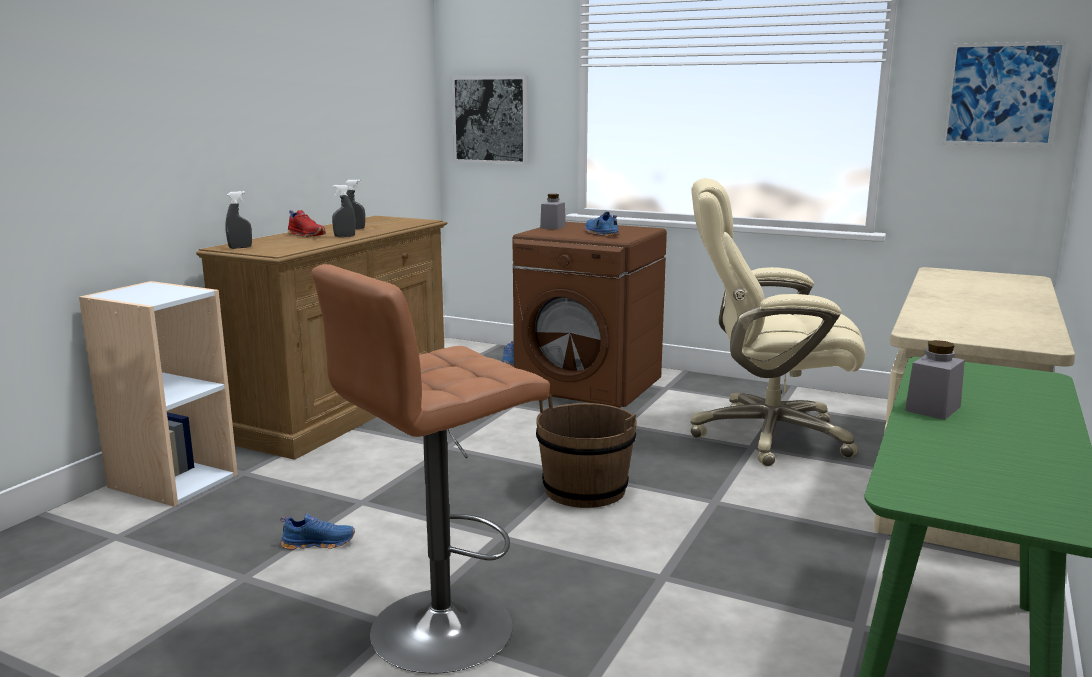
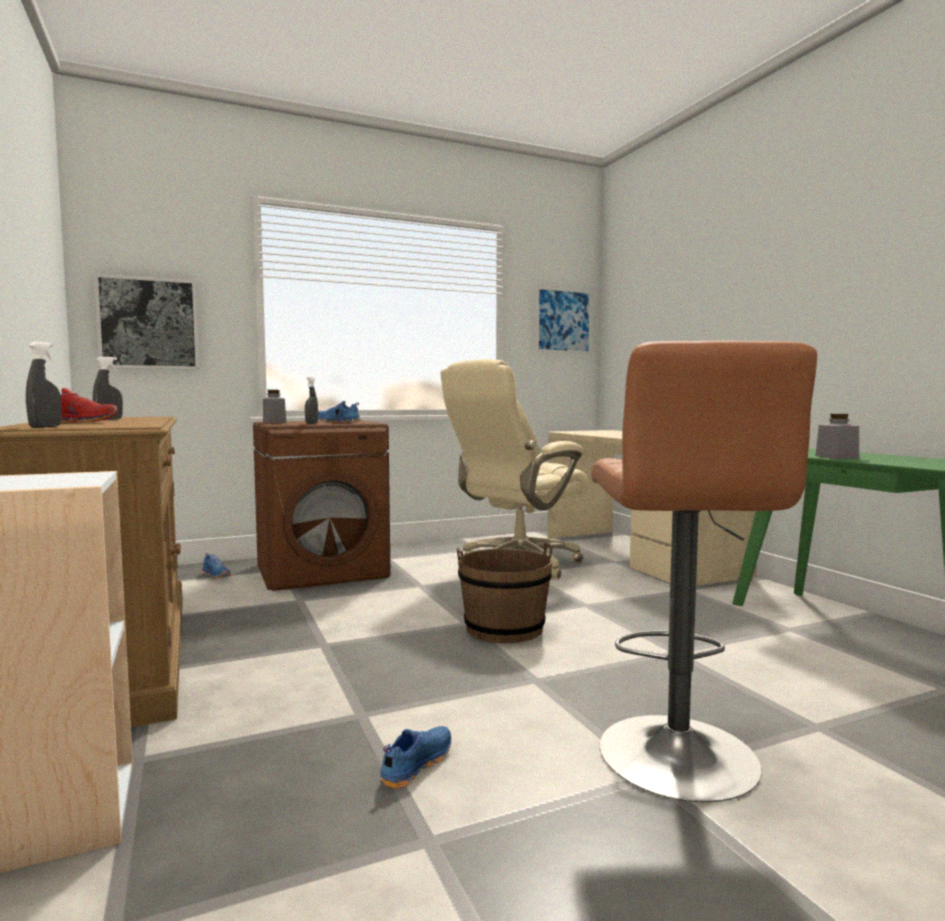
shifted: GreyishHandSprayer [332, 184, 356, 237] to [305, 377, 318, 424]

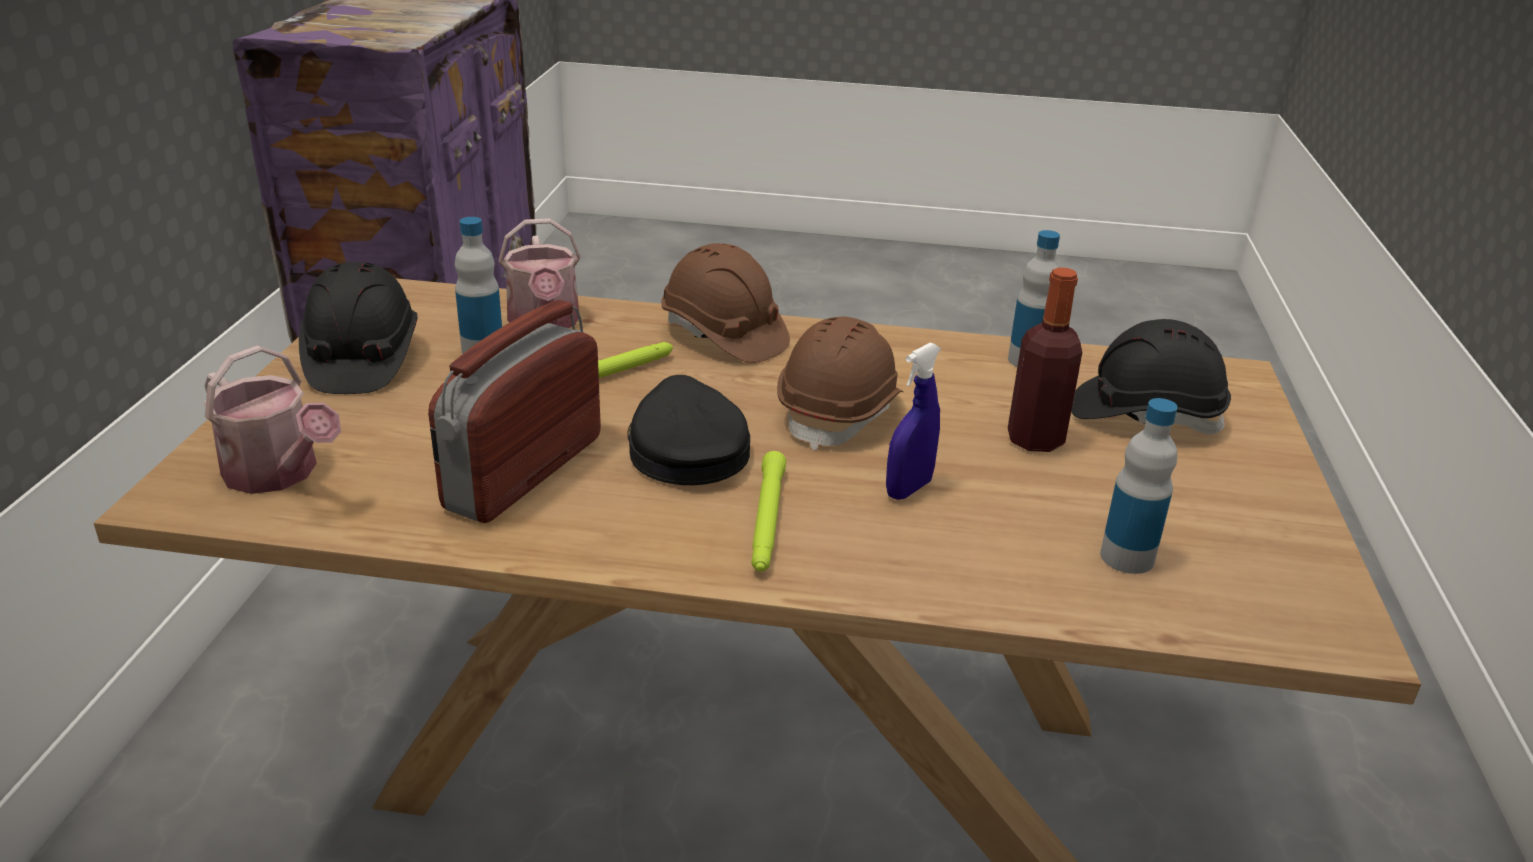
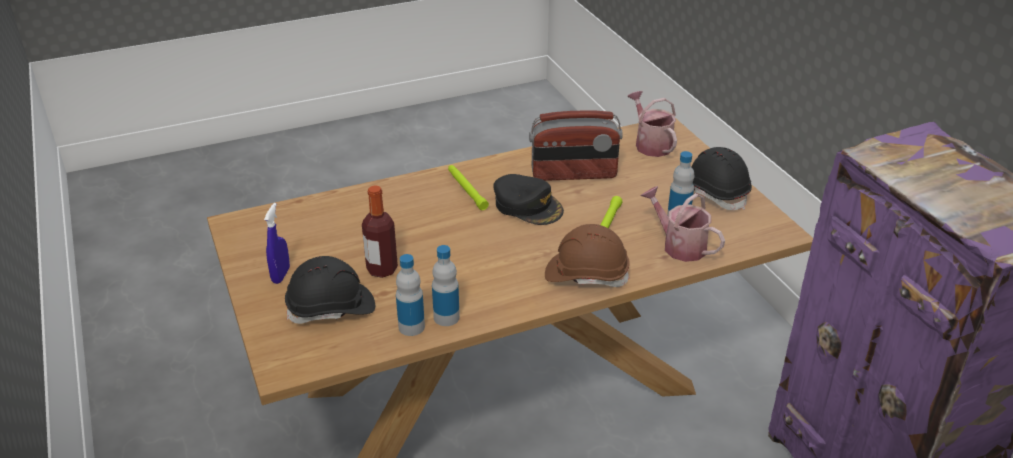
gone: BrownWorkHelmet [777, 317, 904, 451]
shifted: BluishHandSprayer [886, 343, 941, 500] to [264, 203, 290, 284]; BeverageBottle [1100, 398, 1178, 574] to [432, 245, 460, 326]
rotated: WateringCan [204, 345, 341, 494] = [628, 91, 677, 157] 60 degrees clockwise; RadioSet [428, 300, 601, 523] = [529, 110, 623, 181] 90 degrees clockwise

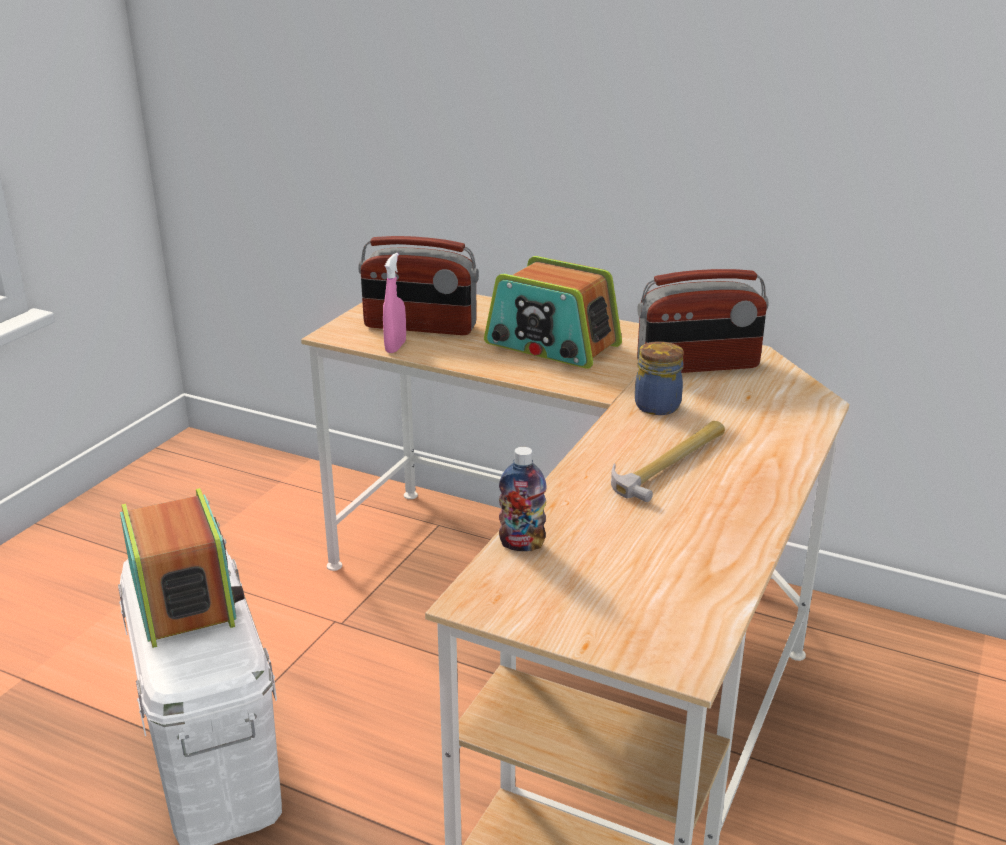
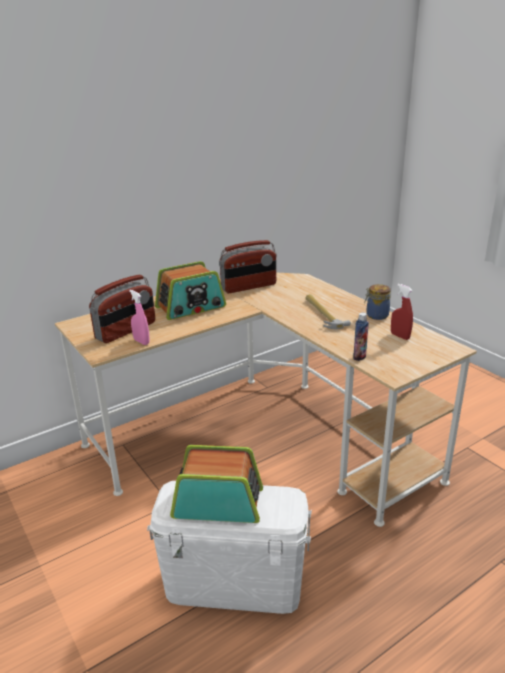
new: ReddishHandSprayer [391, 284, 413, 340]
shifted: Jar [635, 341, 684, 415] to [364, 284, 391, 320]
rotated: RadioSet [637, 269, 768, 373] = [219, 240, 277, 293] 45 degrees clockwise

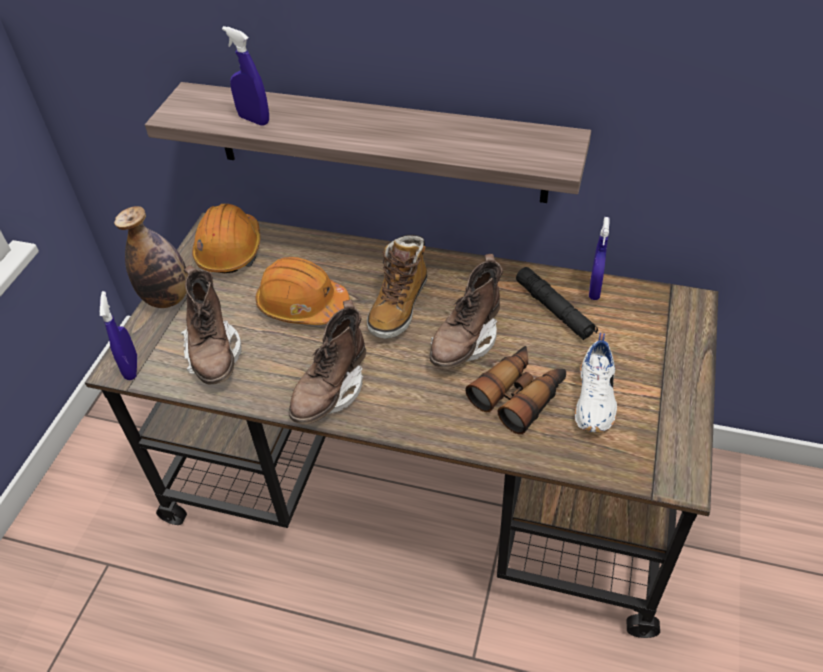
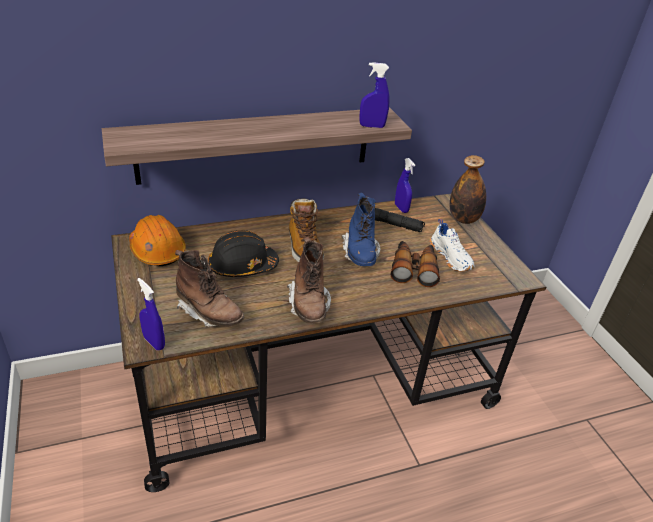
shifted: BeverageBottle [114, 206, 188, 308] to [450, 155, 486, 224]; BluishHandSprayer [222, 26, 269, 126] to [360, 62, 390, 128]
repainted: OrangeColouredWorkHelmet [255, 257, 350, 325] to BlackWorkHelmet [208, 230, 279, 277]; BrownTallBoot [430, 254, 503, 369] to BluishTallBoot [341, 192, 380, 266]

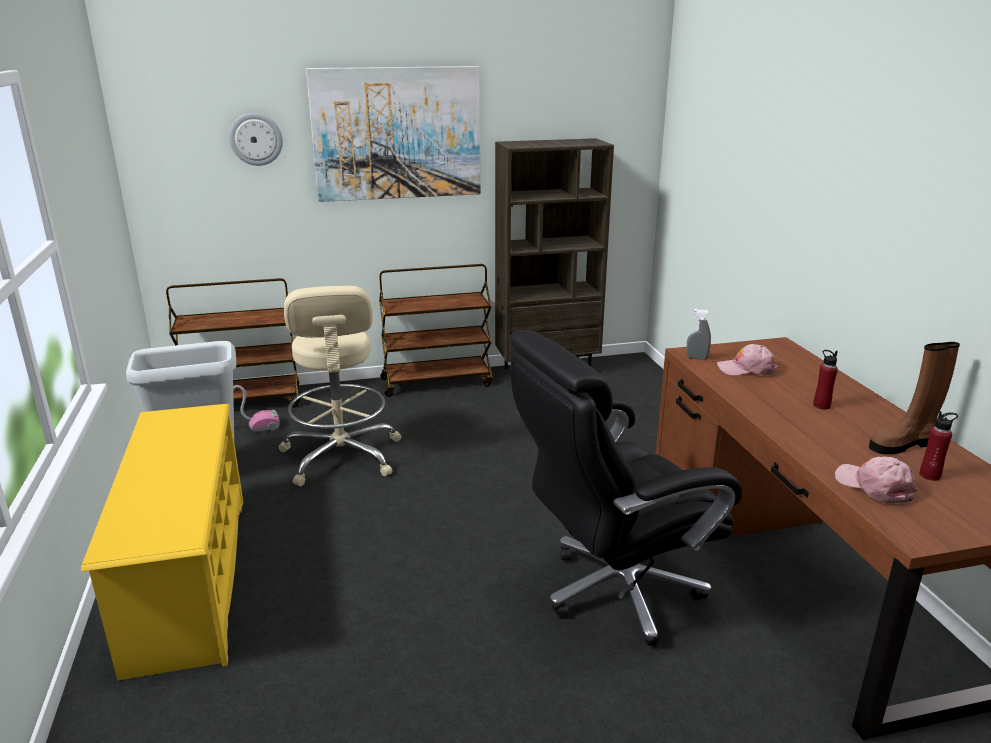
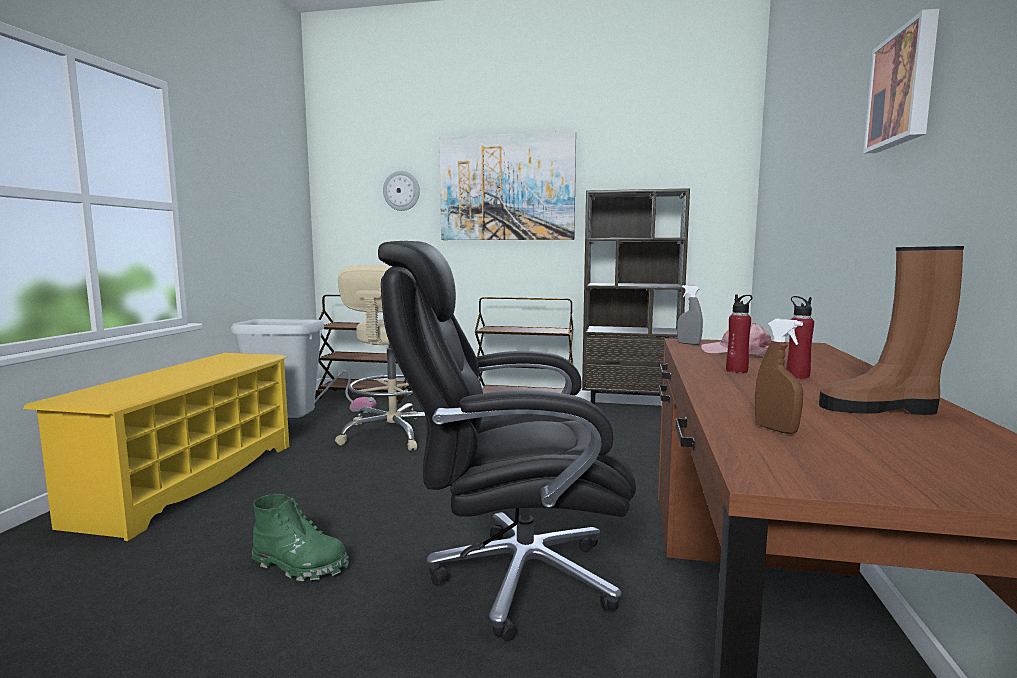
new: GreenColouredTallBoot [252, 494, 349, 581]; WallPicture [863, 9, 939, 153]
shifted: ReddishBeverageBottle [919, 411, 958, 481] to [726, 294, 753, 373]
swapped: PinkishBaseballCap [835, 457, 917, 504] to BrownHandSprayer [755, 319, 803, 434]

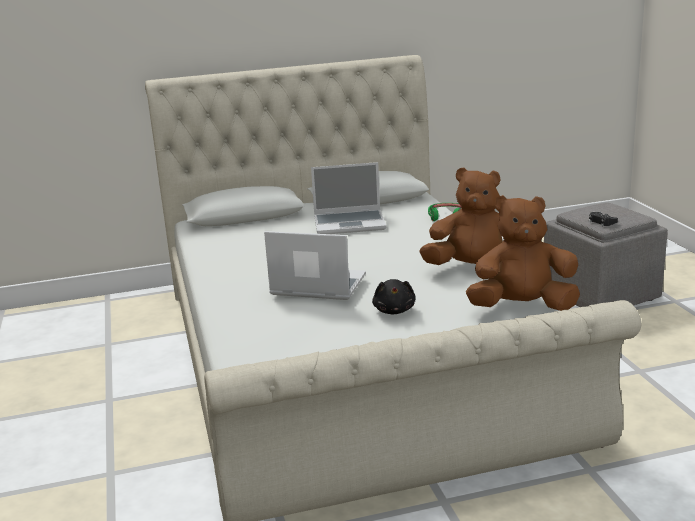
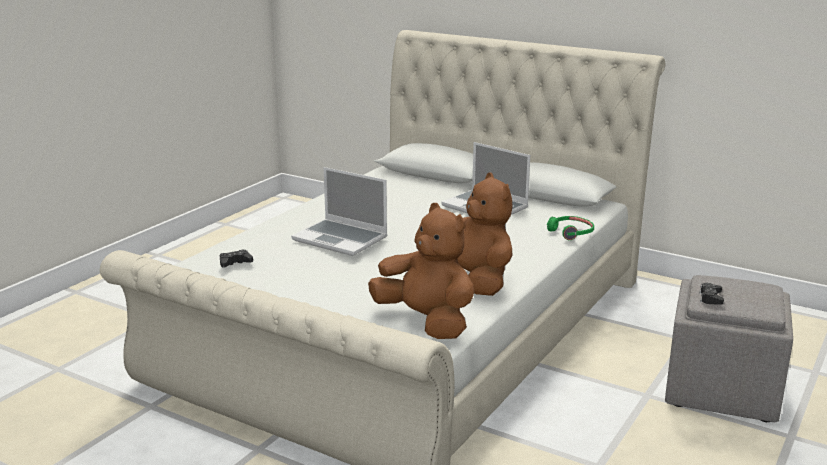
gone: BlackPlushToy [372, 279, 416, 315]
new: BlackGameController [220, 250, 253, 268]
rotated: PortableComputer [264, 231, 366, 300] = [291, 167, 388, 256] 150 degrees clockwise

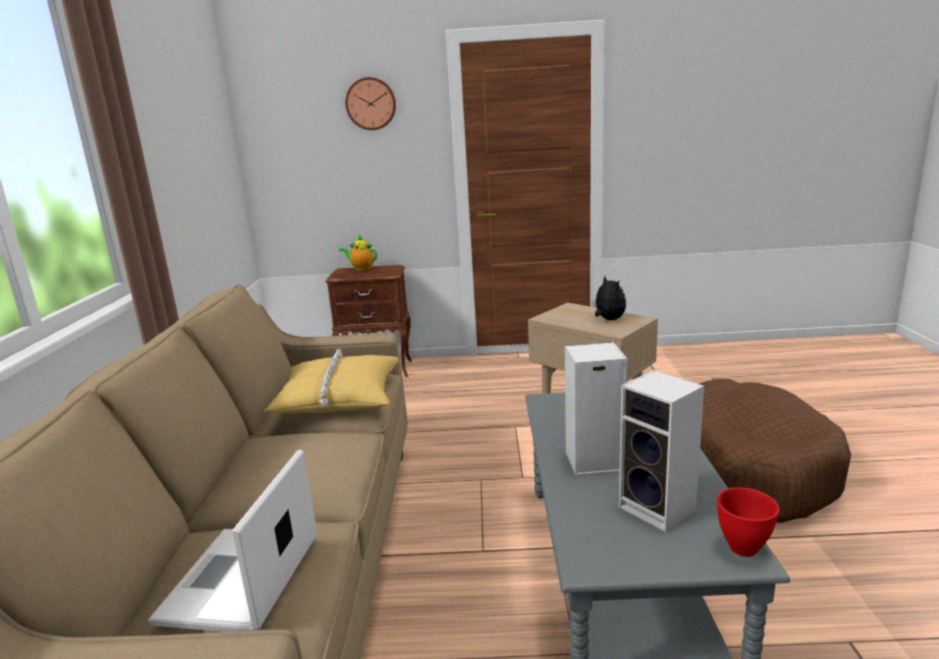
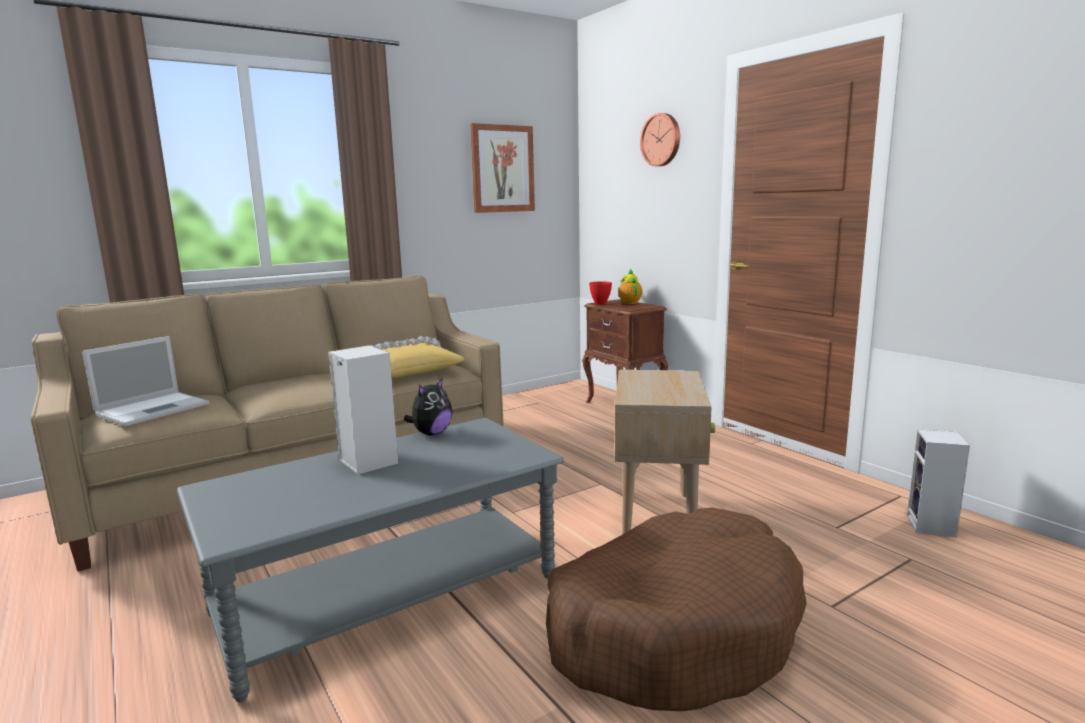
new: WallPicture [470, 123, 535, 213]
shifted: PlushToy [591, 276, 626, 320] to [404, 377, 453, 436]; AudioSpeaker [619, 370, 704, 532] to [907, 429, 970, 537]; ReddishBowl [717, 487, 779, 557] to [589, 281, 612, 305]
rotated: PortableComputer [148, 450, 317, 632] = [82, 336, 209, 427] 150 degrees clockwise

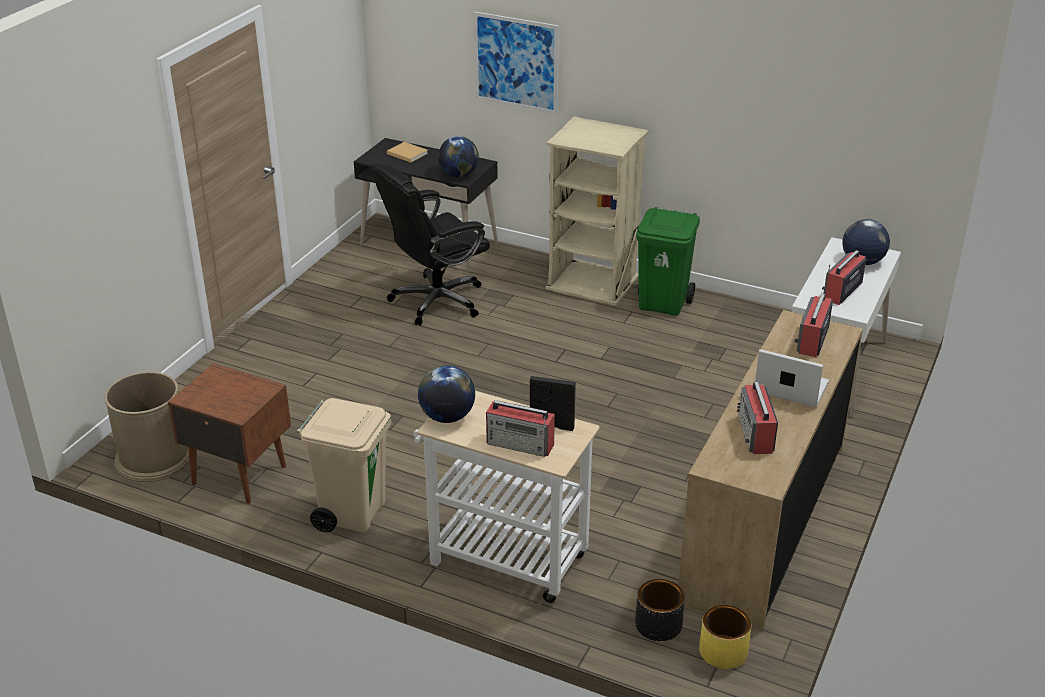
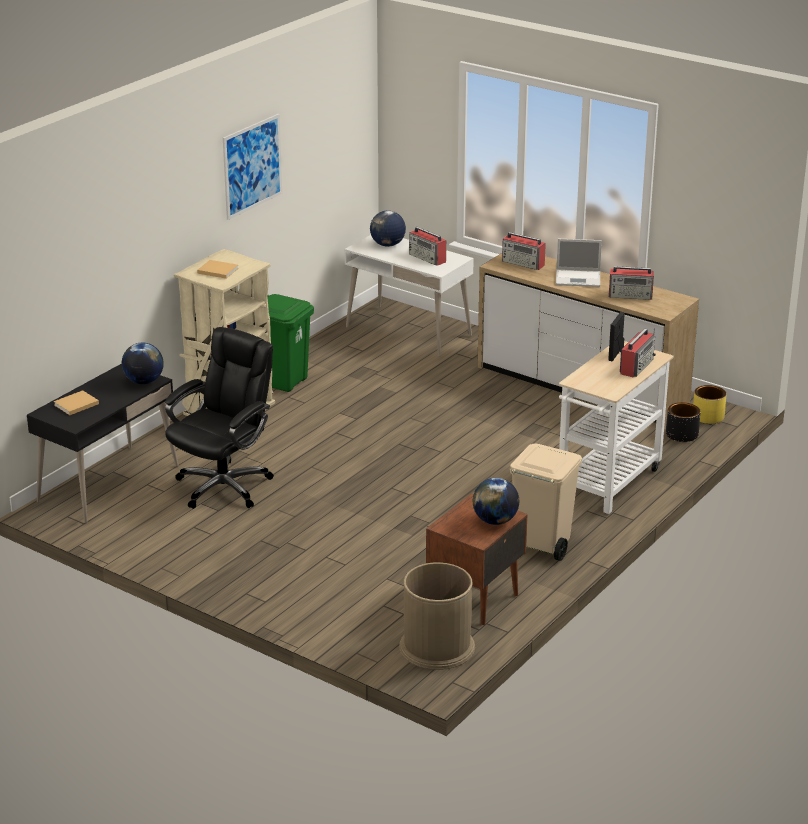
new: SandColouredVolume [197, 260, 239, 279]
shifted: Globe [418, 365, 475, 423] to [473, 478, 519, 525]; WallPicture [474, 12, 559, 114] to [223, 114, 282, 220]
rotated: BlackComputerChair [373, 163, 490, 326] = [165, 327, 274, 509] 120 degrees counterclockwise; PortableComputer [755, 349, 829, 408] = [556, 239, 602, 287] 120 degrees counterclockwise

